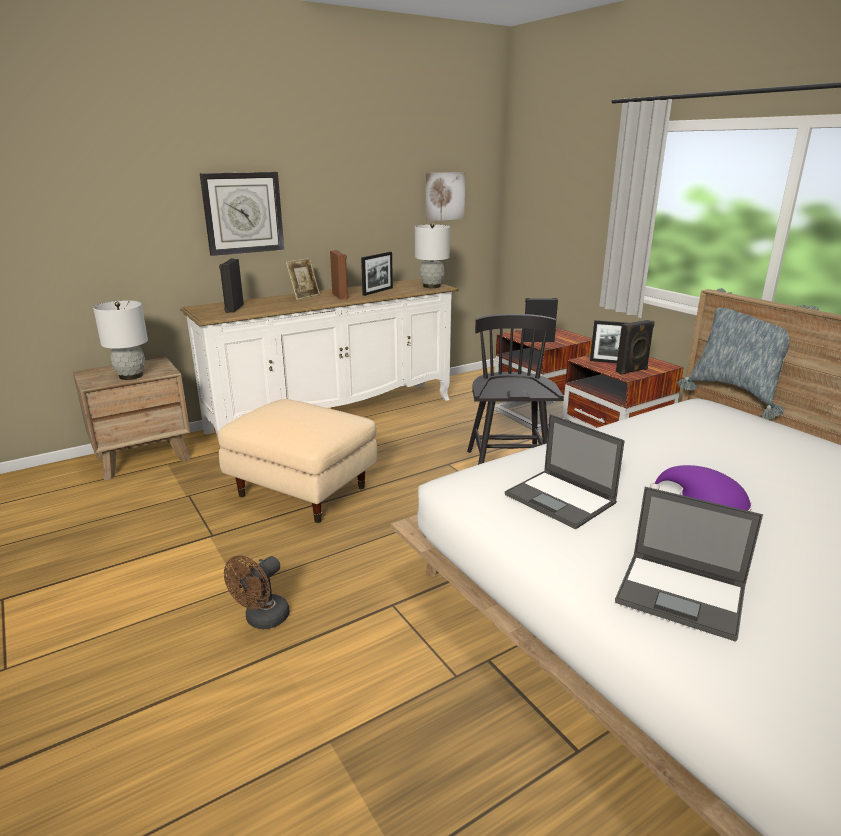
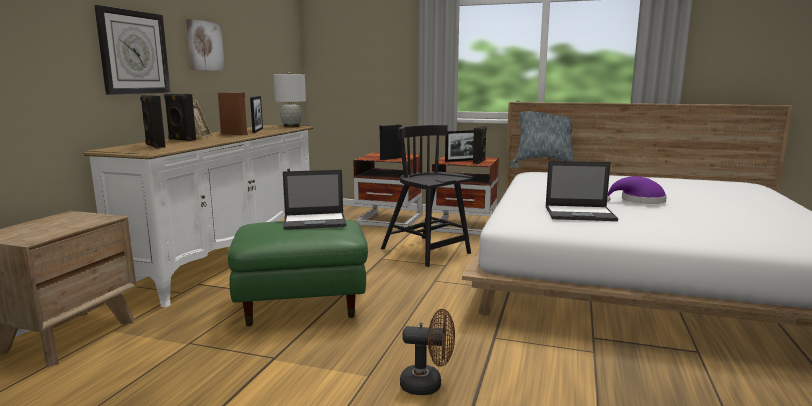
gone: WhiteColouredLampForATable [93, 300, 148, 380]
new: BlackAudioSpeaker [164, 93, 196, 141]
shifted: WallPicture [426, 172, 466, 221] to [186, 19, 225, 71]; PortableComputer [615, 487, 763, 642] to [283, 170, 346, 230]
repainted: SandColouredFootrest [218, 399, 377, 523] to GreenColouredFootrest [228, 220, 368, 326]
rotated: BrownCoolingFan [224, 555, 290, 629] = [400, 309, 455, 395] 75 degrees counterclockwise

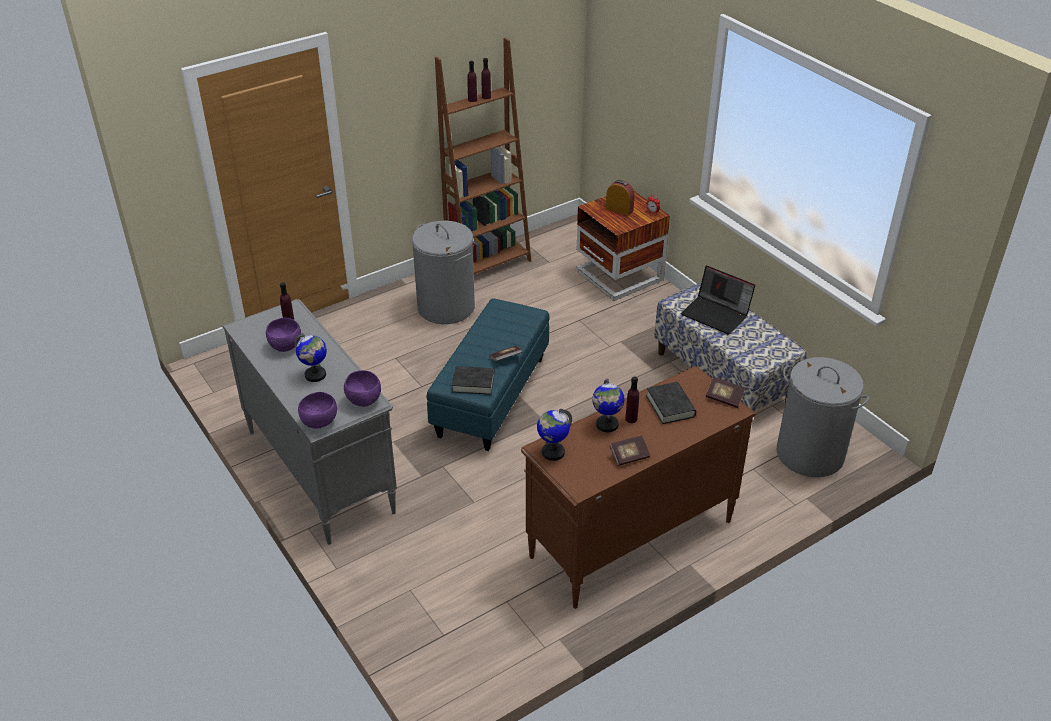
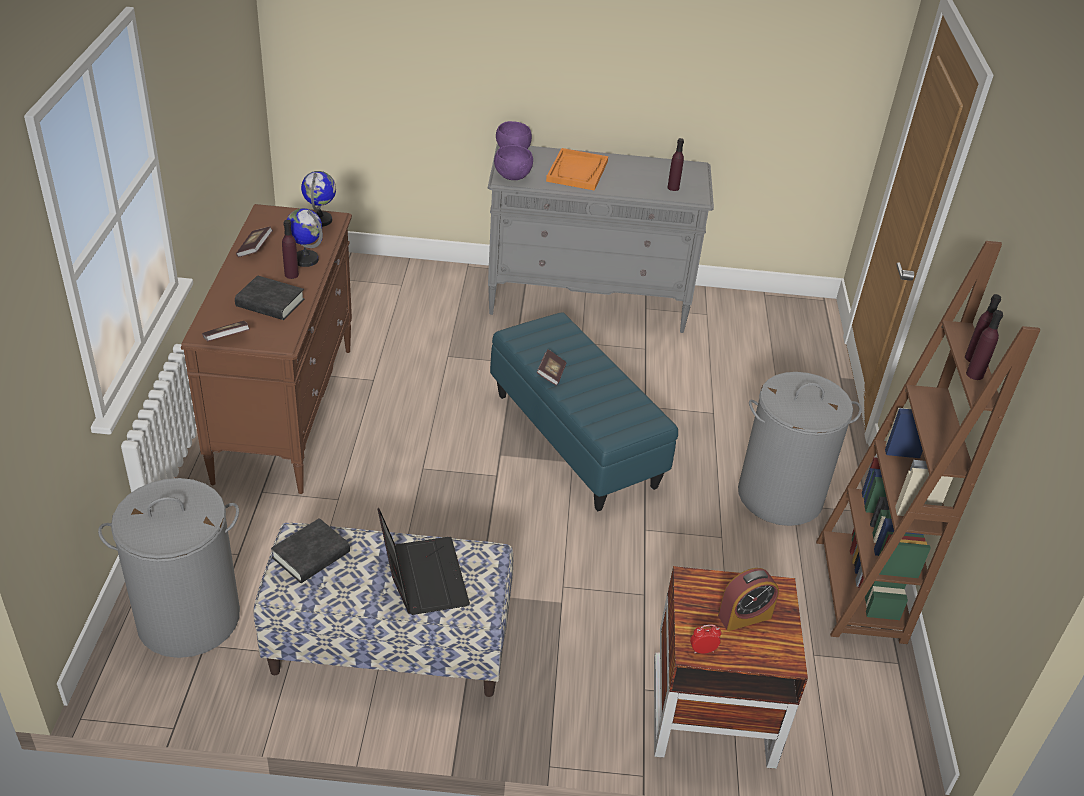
gone: PurpleBowl [266, 318, 301, 352]
shifted: BlackVolume [452, 366, 494, 395] to [271, 518, 350, 583]
swapped: Globe [295, 333, 327, 382] to OrangeColouredServingTray [546, 148, 608, 191]
rotated: PortableComputer [681, 266, 755, 334] = [378, 508, 470, 615] 90 degrees clockwise

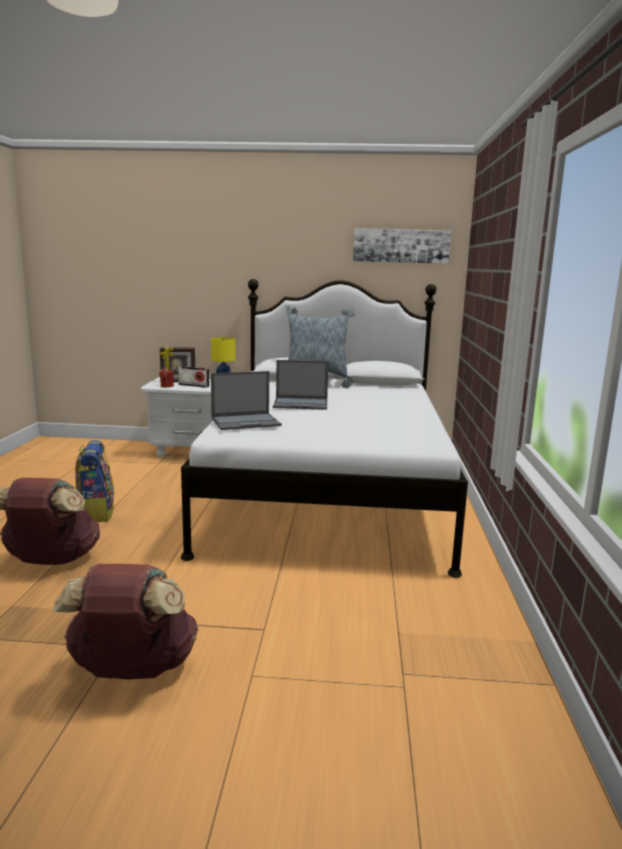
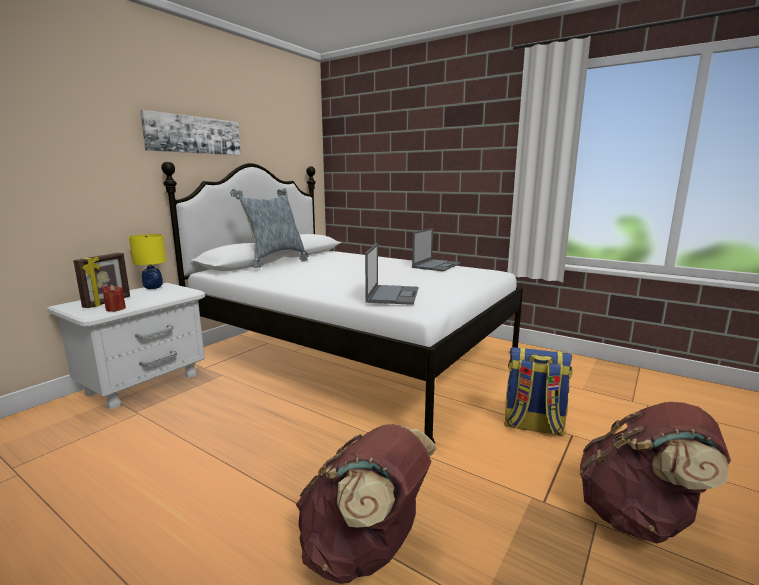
gone: RadioSet [178, 366, 209, 388]
shifted: Backpack [75, 440, 114, 522] to [504, 347, 572, 436]; PortableComputer [273, 360, 329, 410] to [412, 228, 461, 271]; WallPicture [353, 228, 451, 264] to [140, 110, 241, 155]

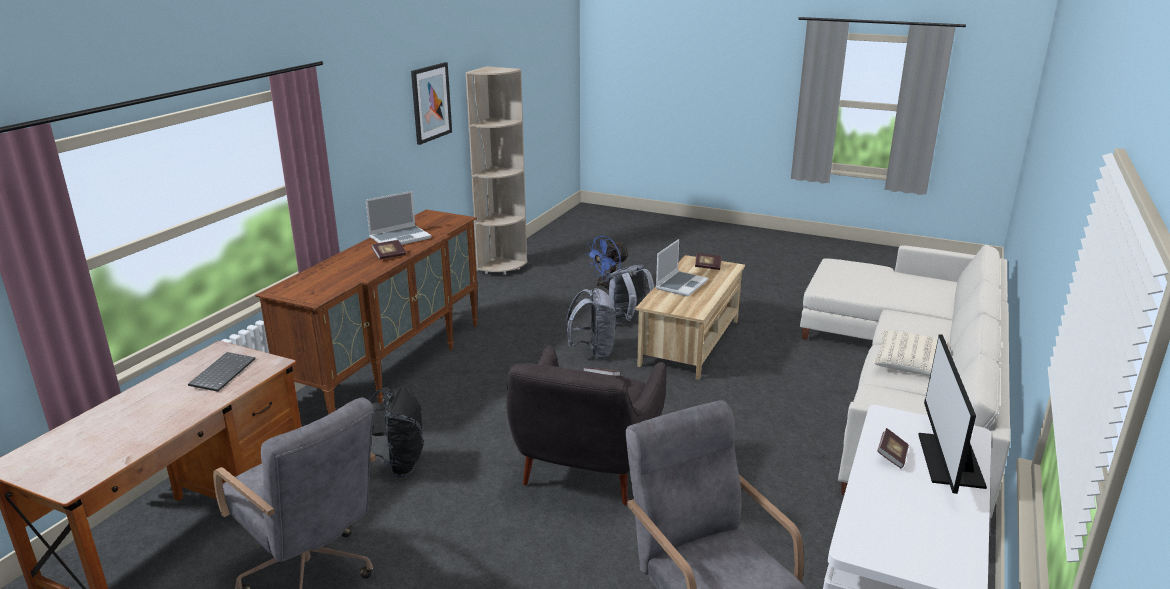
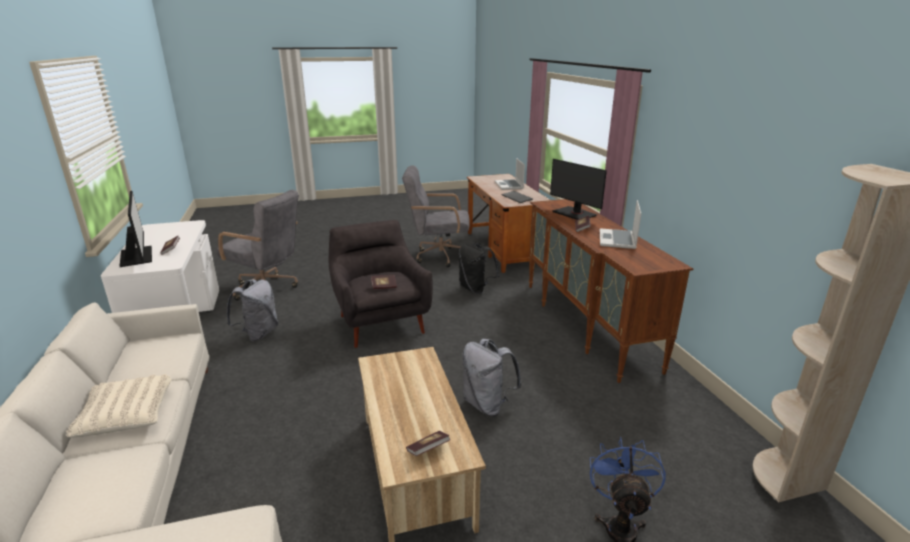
gone: WallPicture [411, 62, 452, 145]
new: Monitor [550, 159, 607, 220]
shifted: GreyishBackpack [609, 265, 654, 325] to [226, 279, 278, 341]; PortableComputer [656, 239, 709, 296] to [495, 158, 525, 190]

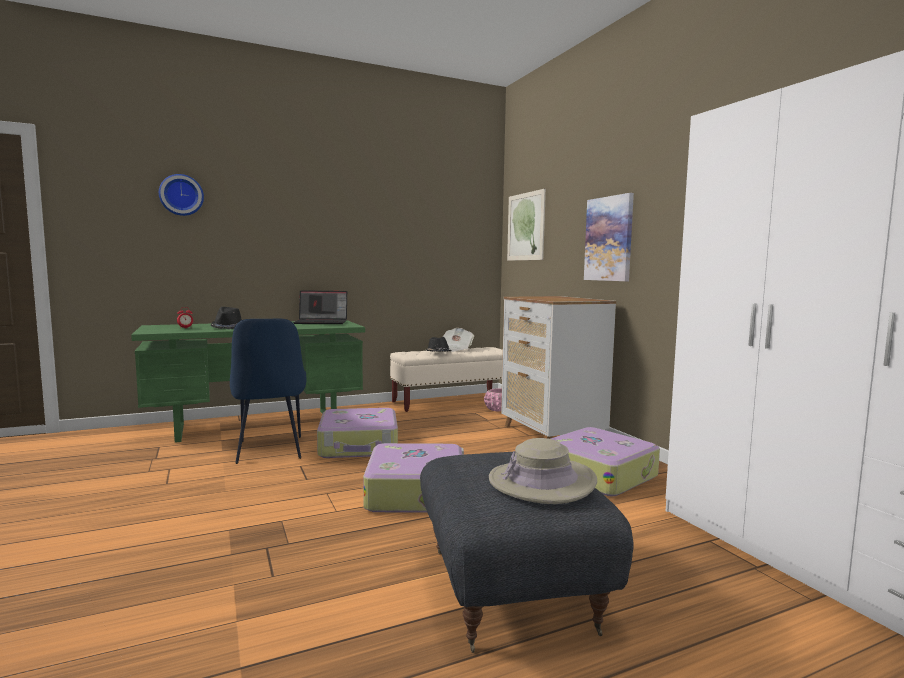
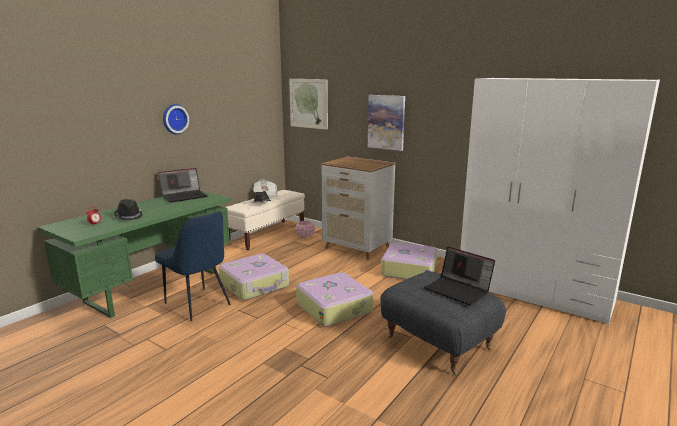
shifted: WallClock [159, 174, 204, 216] to [163, 104, 189, 134]
swapped: SandColouredClothingHat [489, 438, 597, 504] to PortableComputer [424, 247, 495, 306]

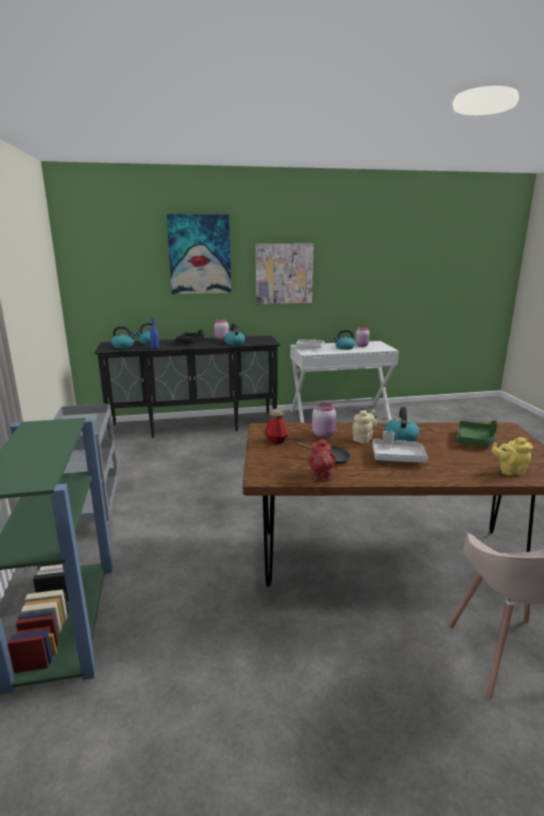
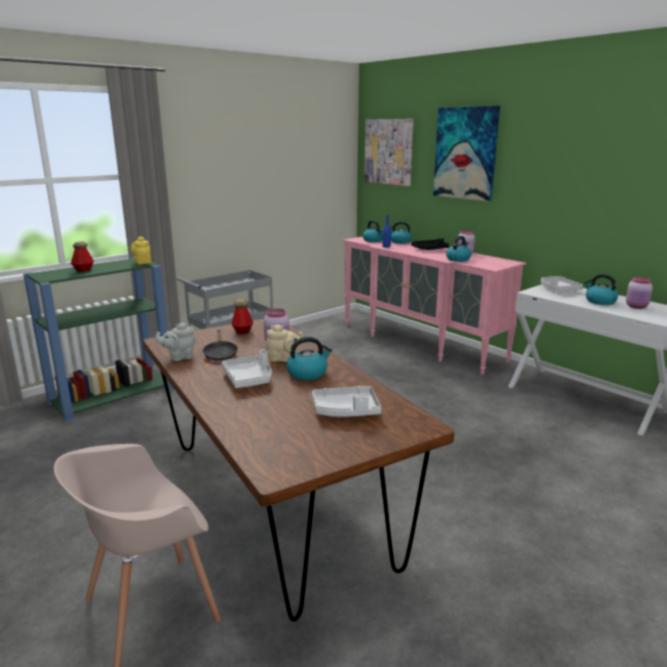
new: BeverageBottle [71, 241, 94, 272]
shifted: WallPicture [255, 244, 313, 304] to [364, 119, 414, 186]; YellowColouredTeapot [492, 437, 533, 476] to [131, 236, 151, 264]
repainted: BlackCabinet [94, 335, 280, 438] to PinkishCabinet [342, 237, 527, 375]; ReddishTeapot [308, 438, 336, 481] to GreyishTeapot [155, 322, 195, 361]; GreenColouredServingTray [457, 420, 497, 446] to GreyishServingTray [312, 386, 382, 417]

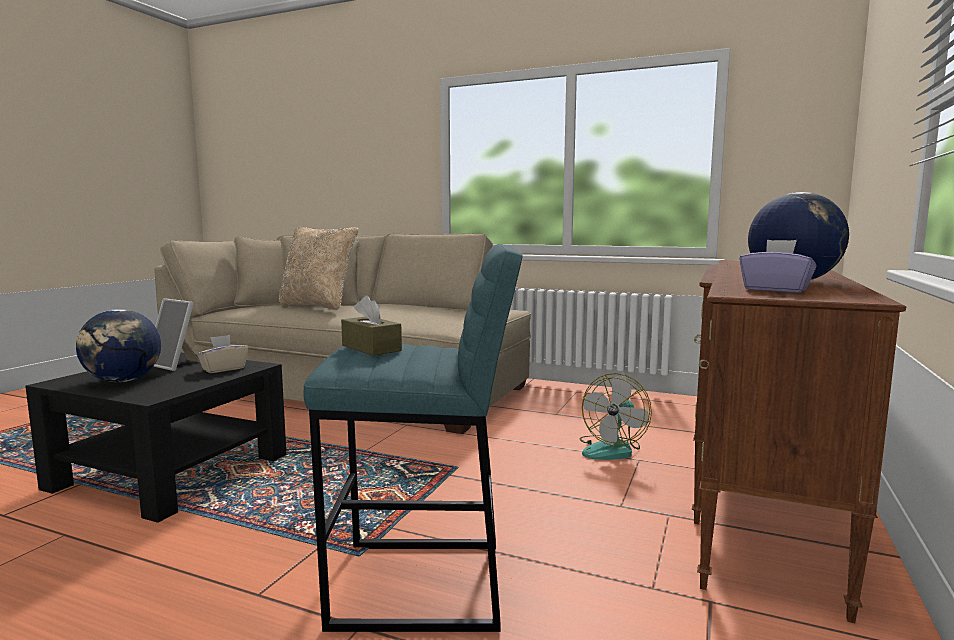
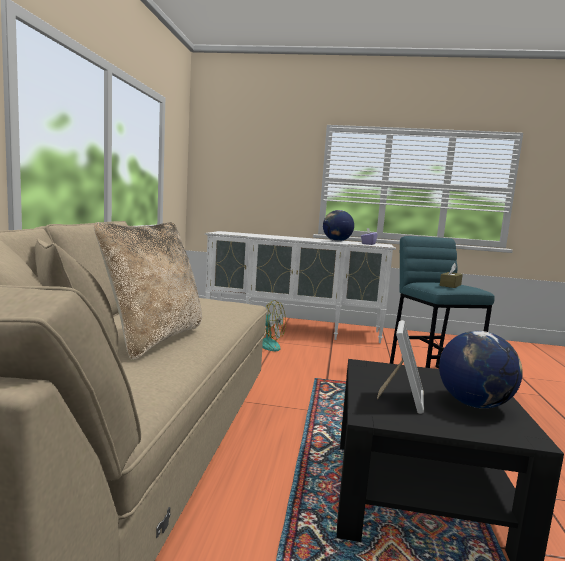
gone: SandColouredTissueBox [197, 335, 248, 373]
repainted: BrownCabinet [692, 260, 906, 623] to WhiteColouredCabinet [205, 231, 396, 343]

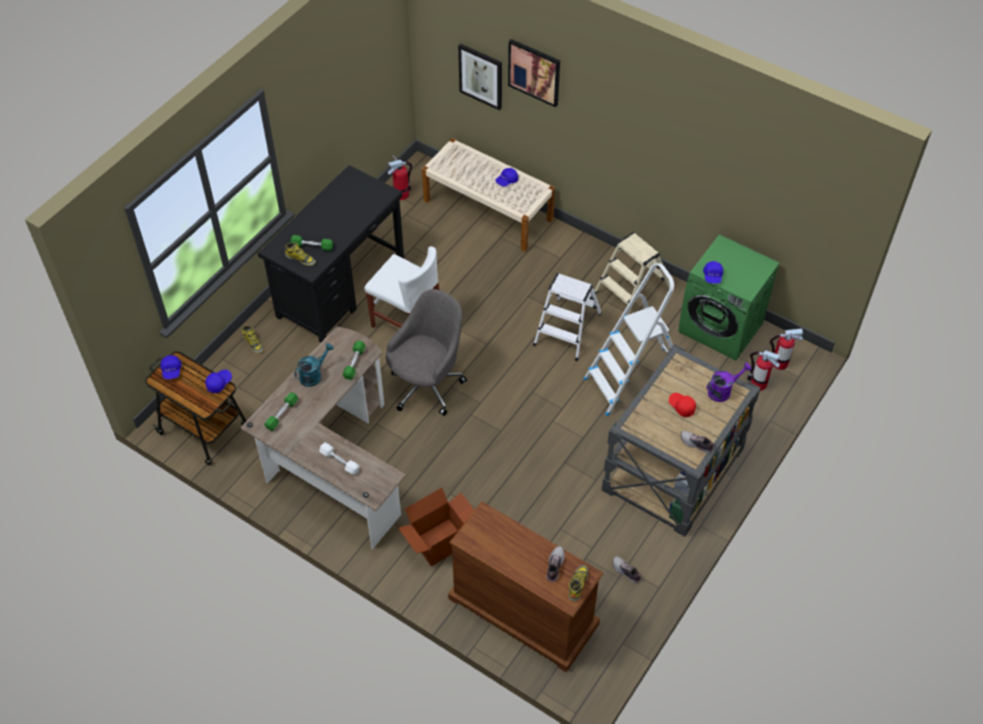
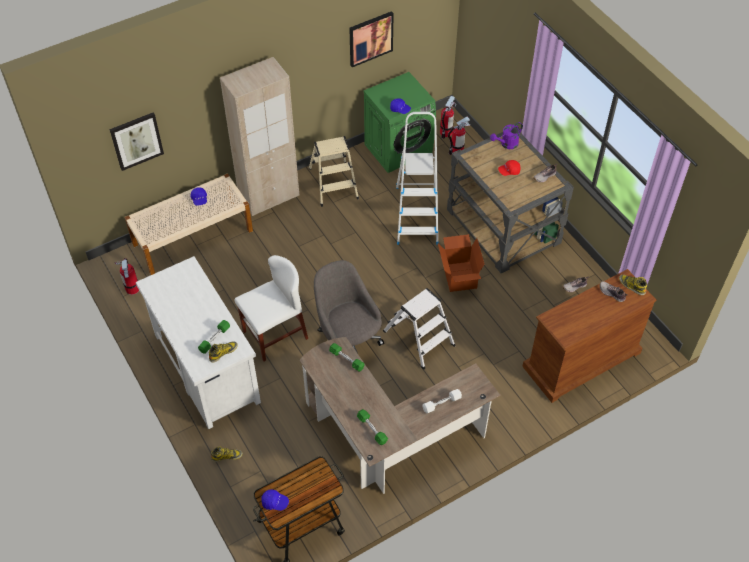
gone: BluishBaseballCap [205, 370, 232, 393]; TurquoiseColouredWateringCan [294, 343, 334, 387]
new: SandColouredCabinet [220, 57, 299, 216]
shifted: Carton [398, 488, 474, 566] to [438, 234, 484, 292]; WallPicture [508, 39, 560, 107] to [349, 11, 394, 67]; WhiteColouredStepladder [533, 273, 602, 361] to [383, 288, 455, 370]
repainted: BlackDeskUnit [258, 165, 404, 343] to WhiteColouredDeskUnit [136, 256, 261, 429]
rotated: PurpleWateringCan [707, 362, 752, 402] = [490, 122, 523, 149] 120 degrees counterclockwise

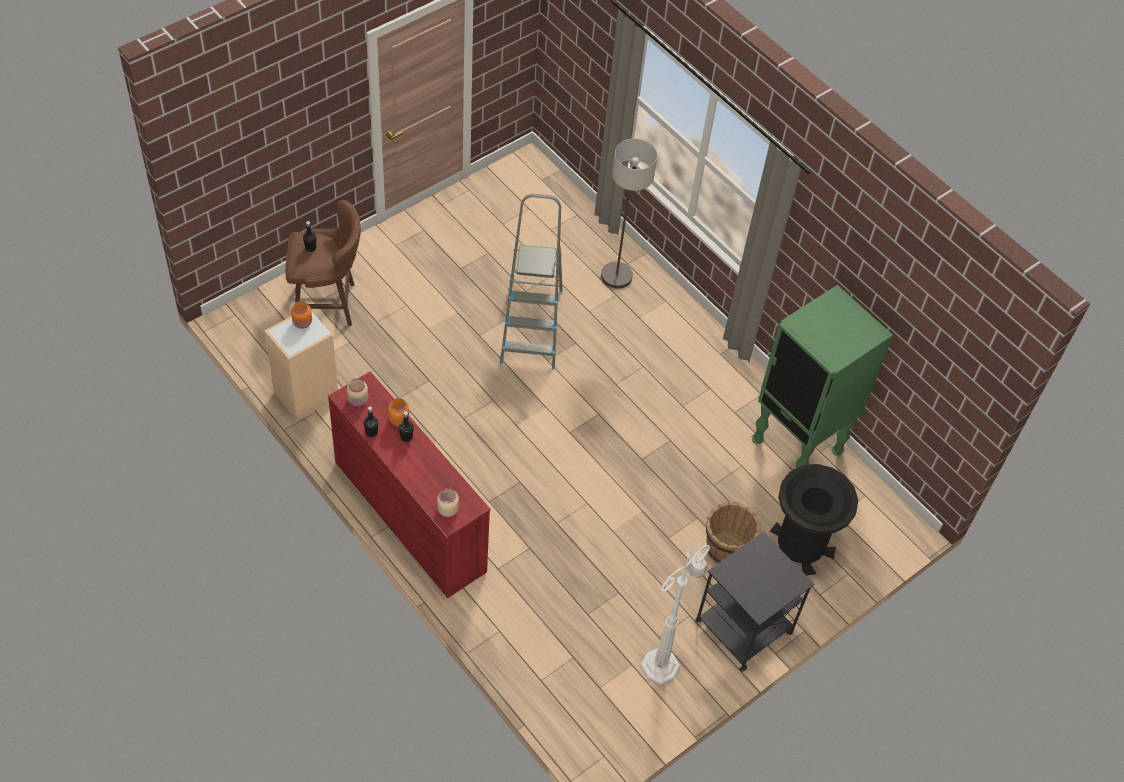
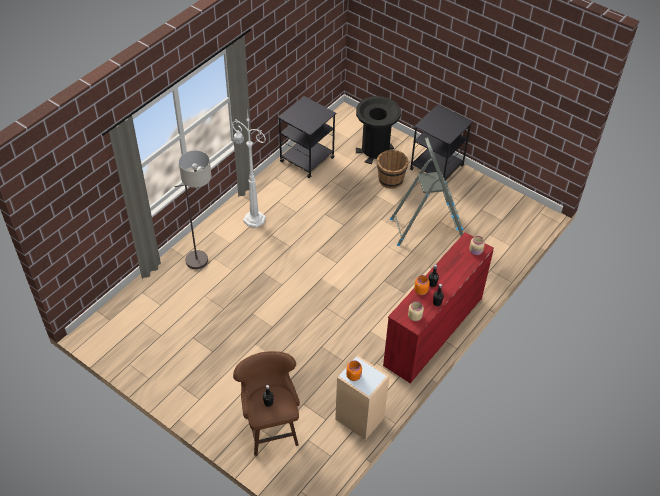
shifted: GreyishStepladder [500, 194, 563, 369] to [390, 137, 463, 246]; WhiteColouredStandingLamp [640, 541, 710, 684] to [232, 110, 266, 228]
swapped: GreenColouredCabinet [752, 285, 893, 468] to BlackTrolley [278, 96, 336, 178]

